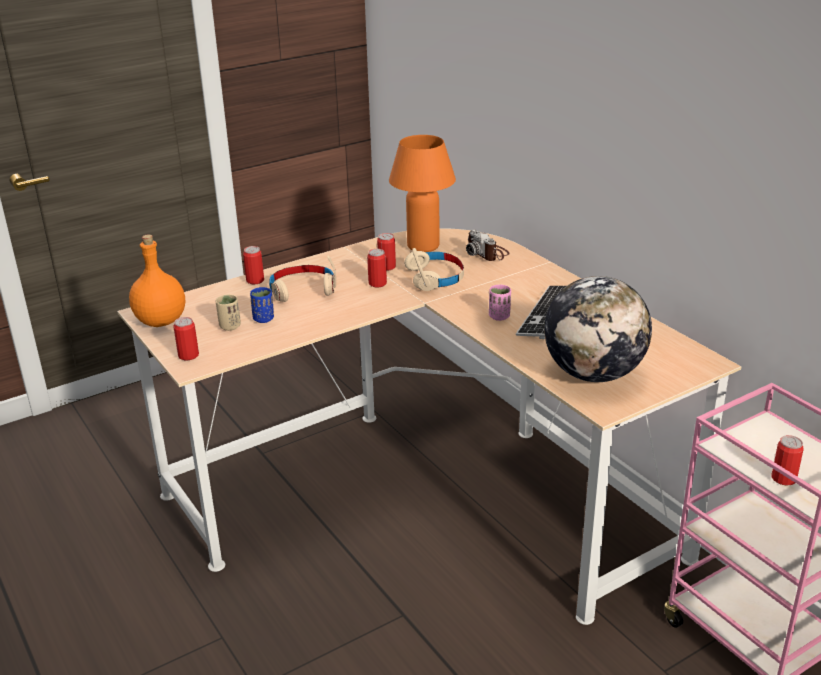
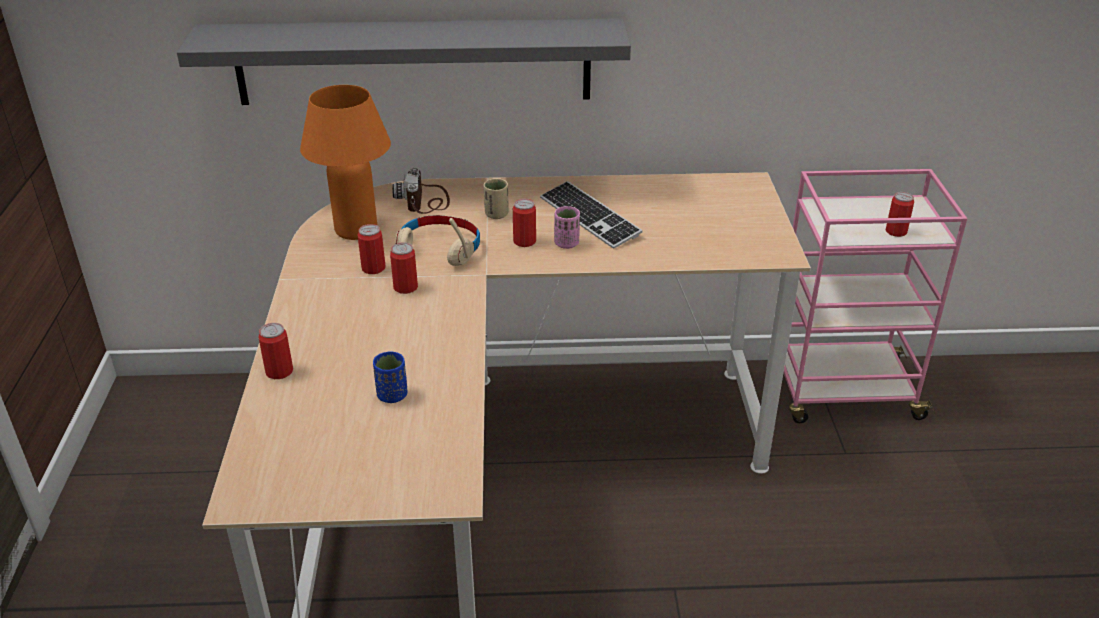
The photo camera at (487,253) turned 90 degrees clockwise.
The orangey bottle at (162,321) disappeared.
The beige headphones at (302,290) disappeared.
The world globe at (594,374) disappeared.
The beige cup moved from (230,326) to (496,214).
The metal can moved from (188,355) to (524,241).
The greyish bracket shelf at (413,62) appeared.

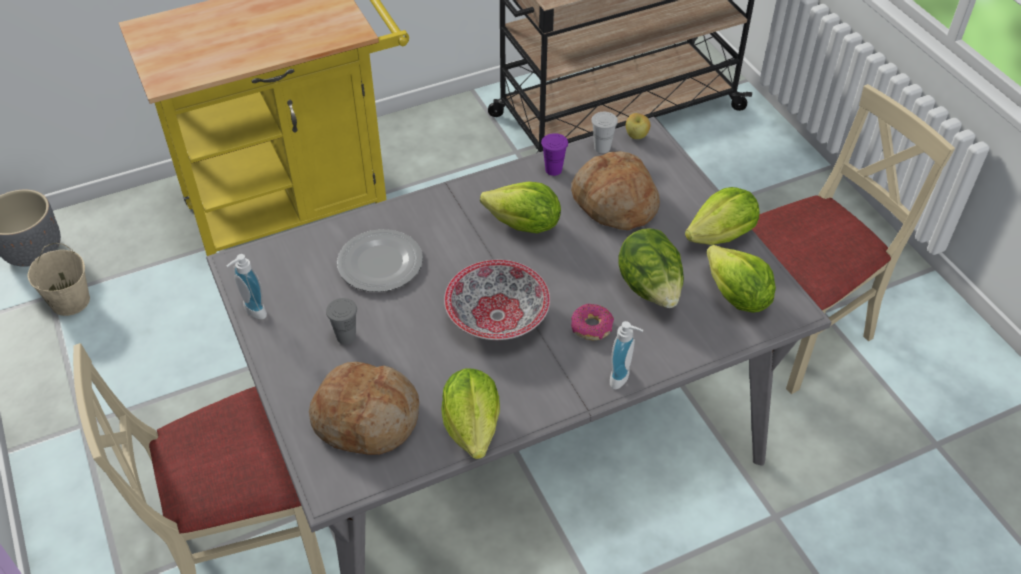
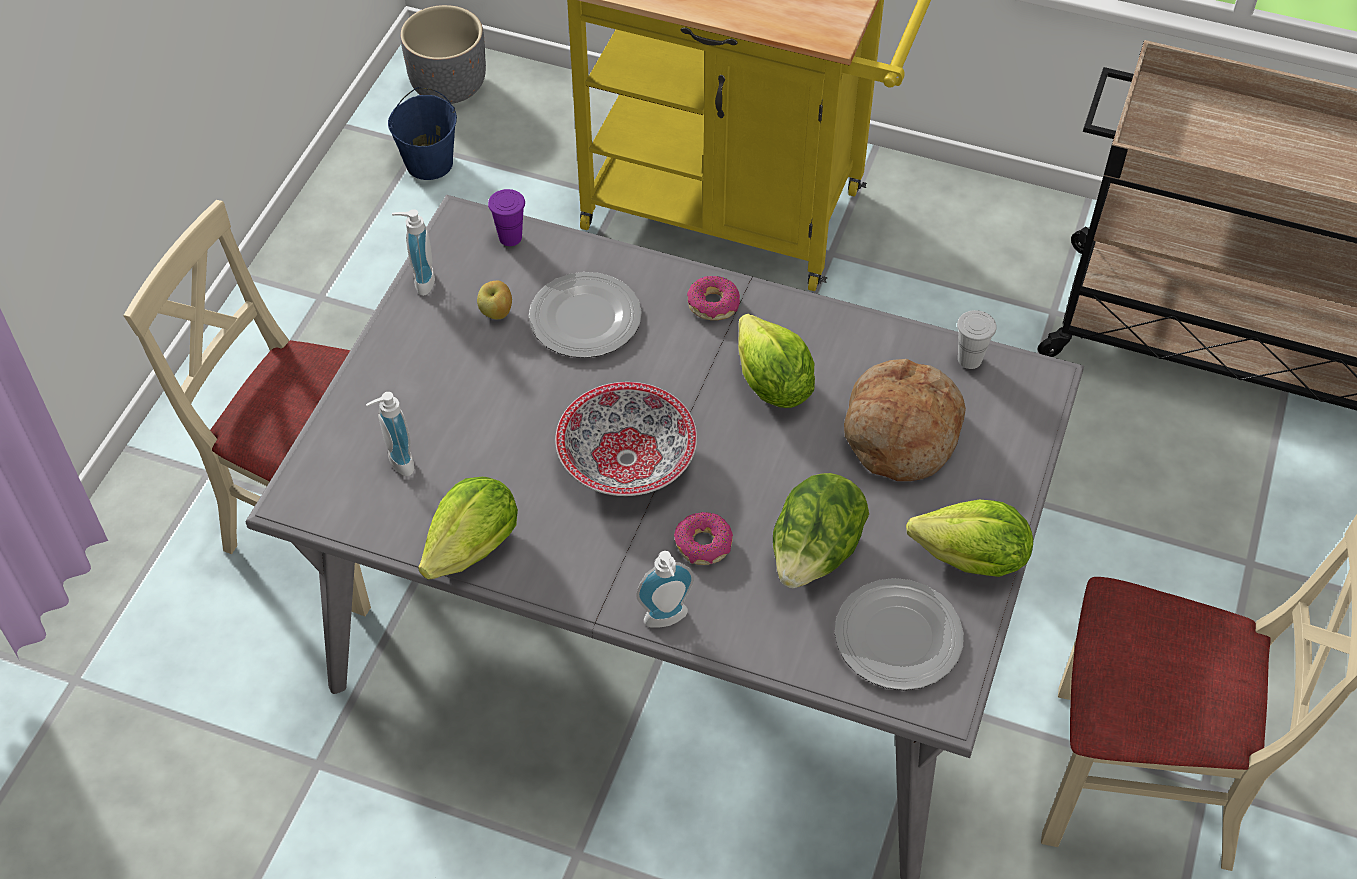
The apple moved from (636,136) to (497,313).
The purple-coloured cup moved from (553,170) to (510,237).
The beige pail at (70,301) became the bluish pail at (429,163).
The head of lettuce at (736,297) was replaced by the plate at (896,638).
The greyish cup at (346,337) disappeared.
The bakery bread at (367,418) was replaced by the liquid soap bottle at (396,462).
The donut at (713,304) appeared.

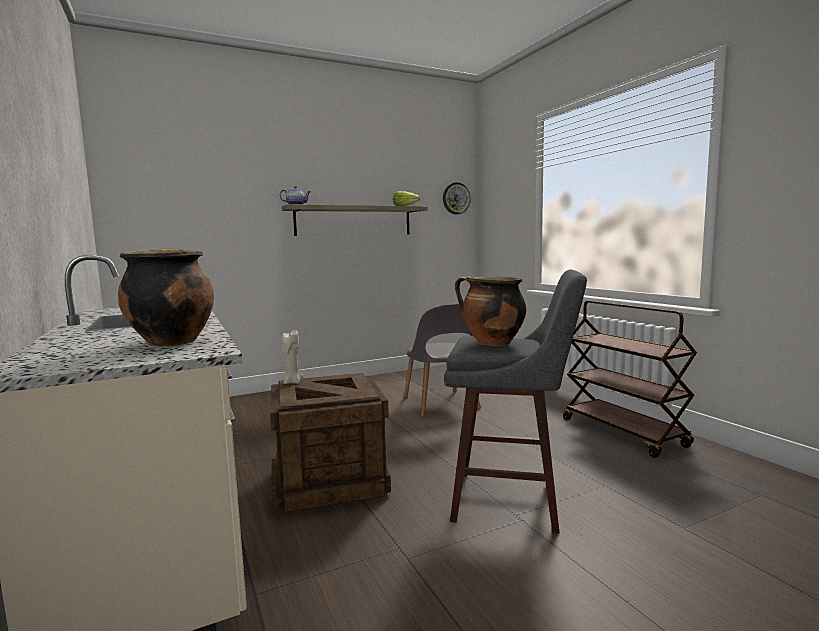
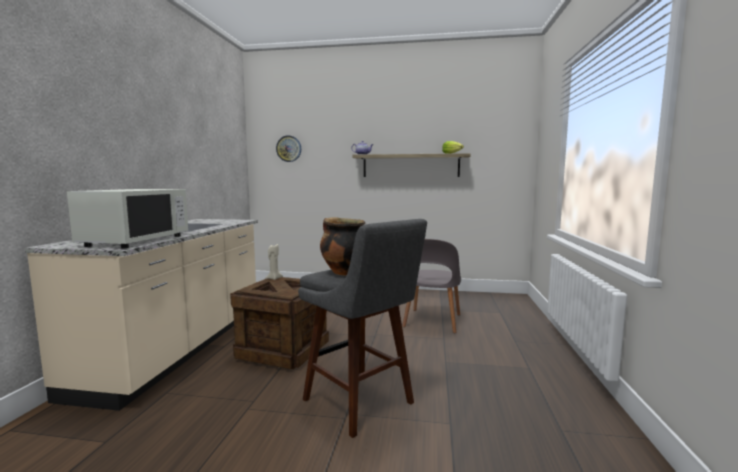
The hanging clock moved from (456,198) to (289,148).
The cooking pot at (171,342) was replaced by the whitish microwave at (136,240).
The brown-coloured trolley at (623,433) disappeared.

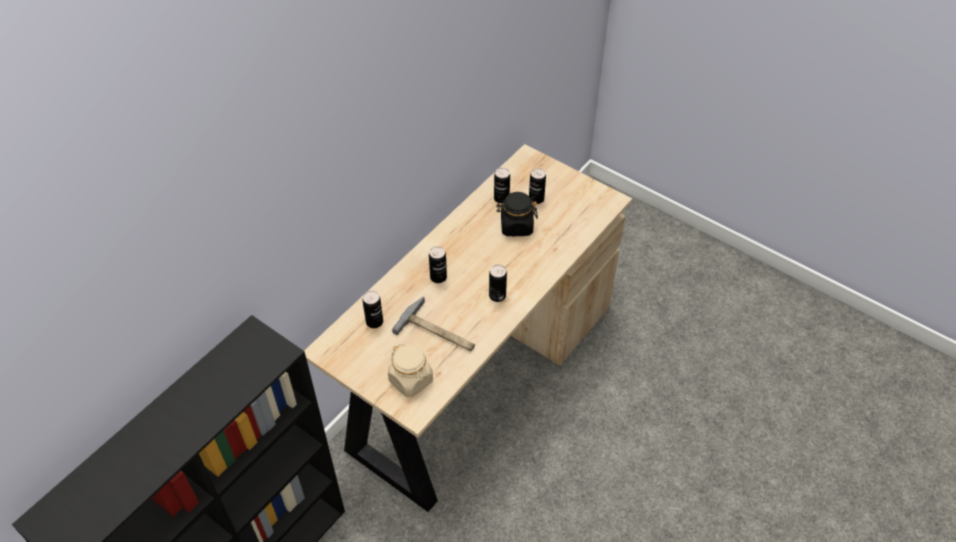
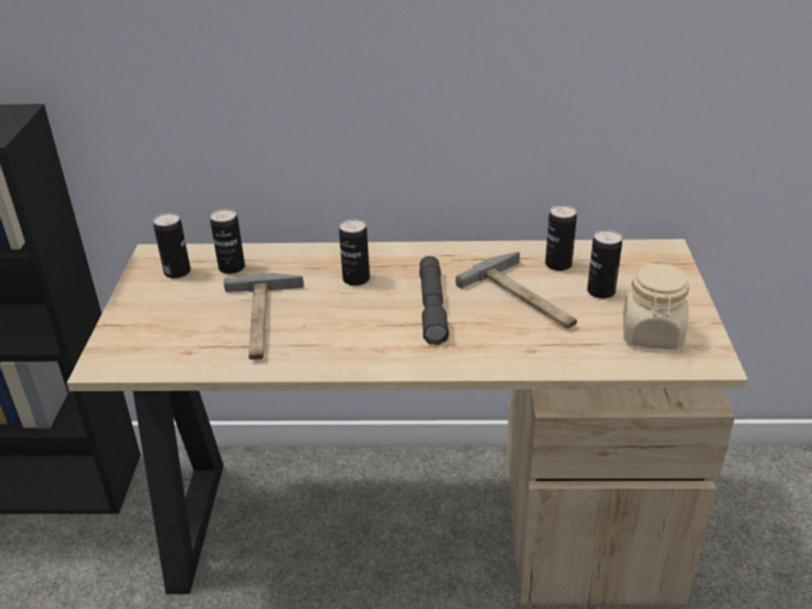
The black preserve jar at (516,226) was replaced by the tool hammer at (526,298).
The metal can moved from (497,295) to (177,272).
The beige preserve jar moved from (411,380) to (652,334).
The greyish torch at (432,307) appeared.

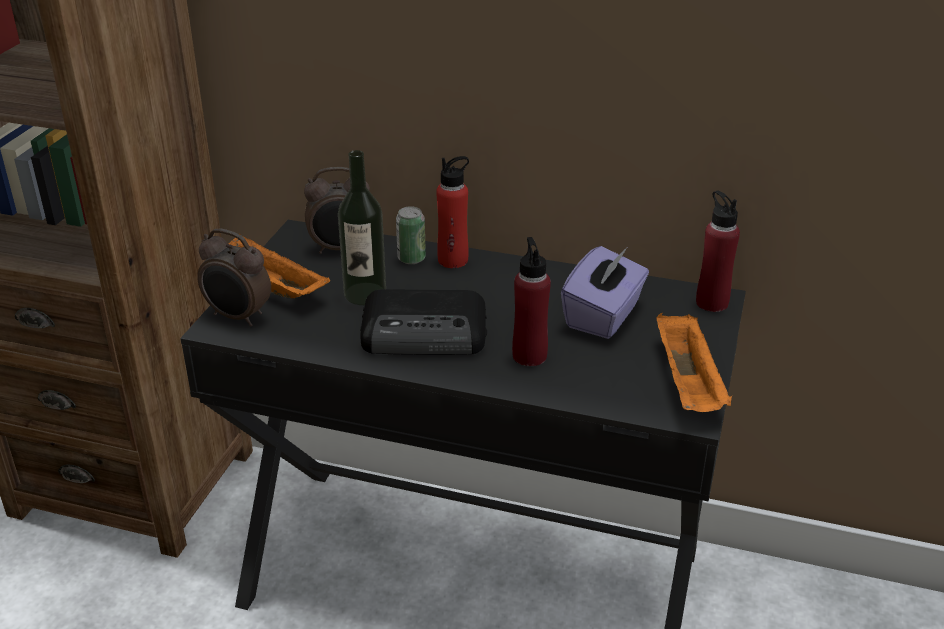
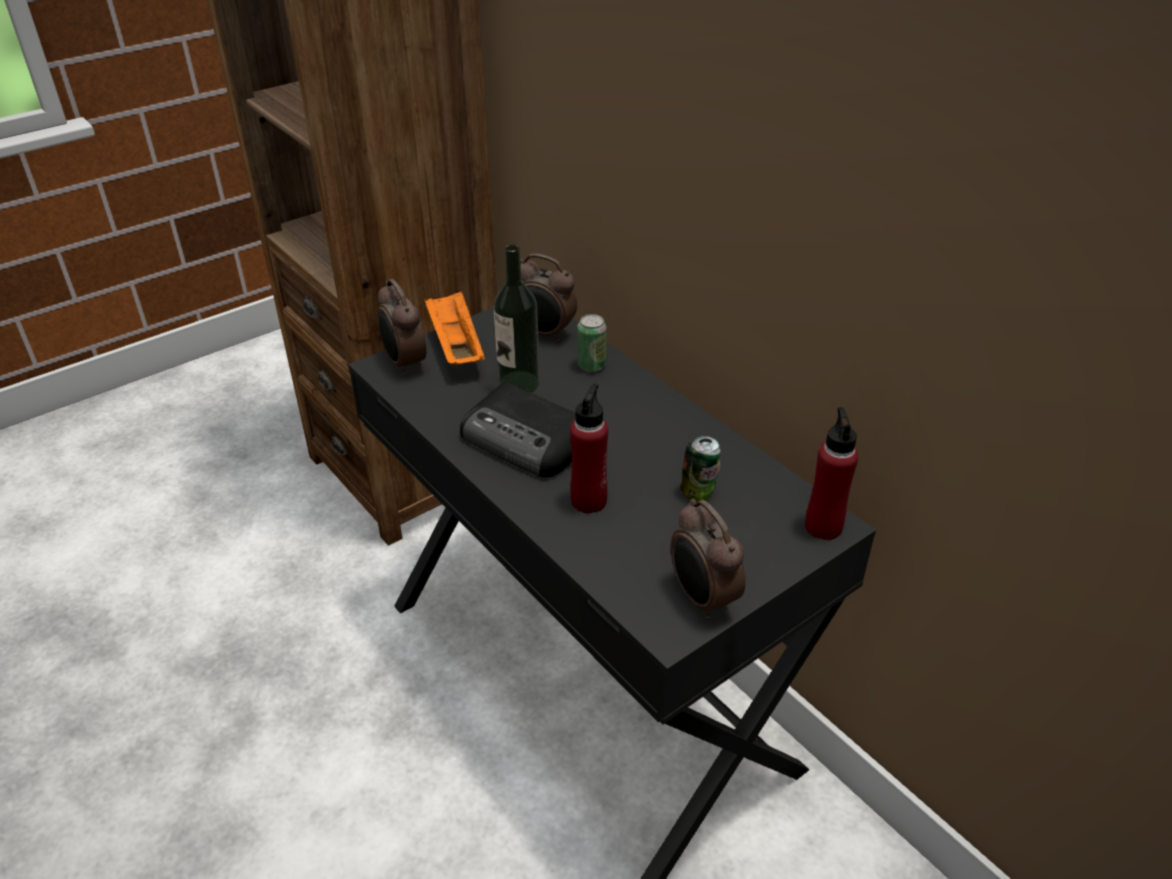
The red-coloured bottle at (453,260) disappeared.
The purple-coloured tissue holder at (603,316) was replaced by the metal can at (699,493).
The orangey serving tray at (688,384) was replaced by the bedside clock at (702,599).

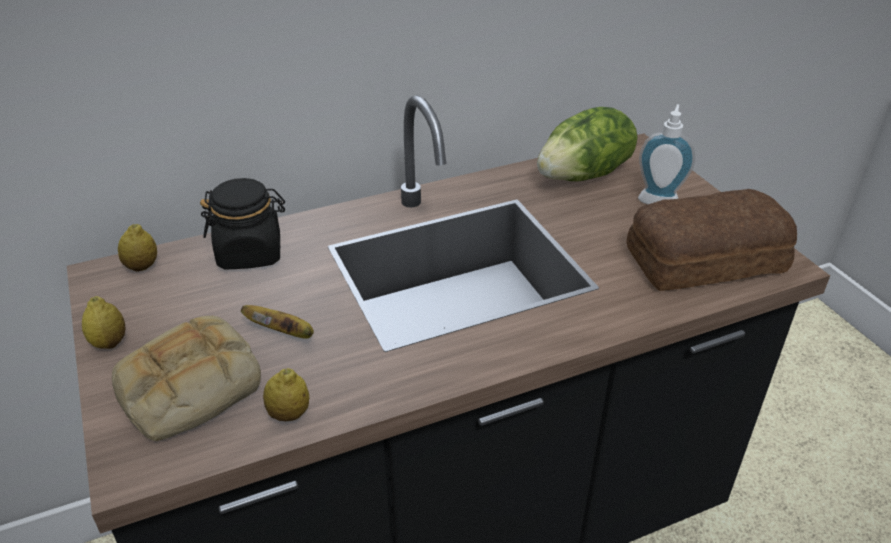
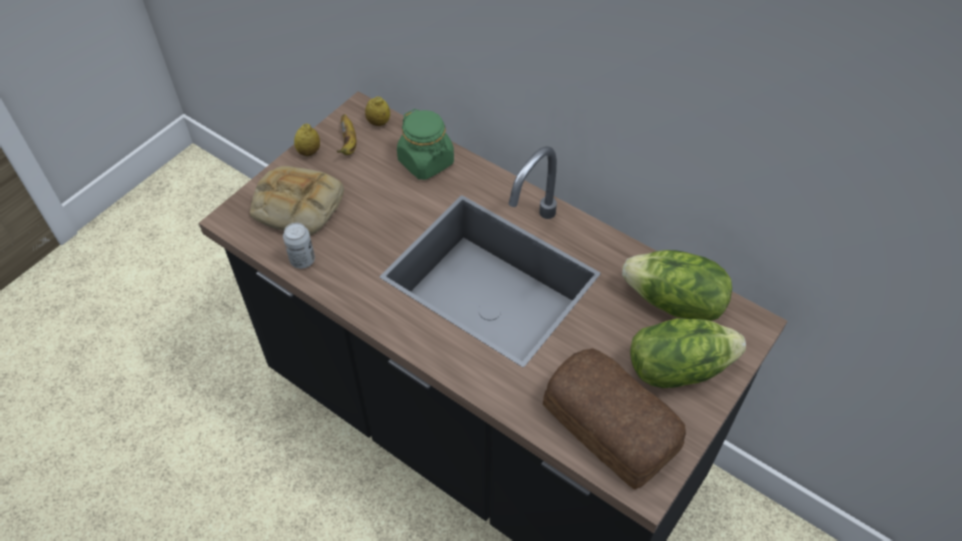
The liquid soap bottle at (659,199) was replaced by the head of lettuce at (677,367).
The black preserve jar at (250,253) became the green-coloured preserve jar at (426,162).
The whole banana moved from (283,333) to (348,143).
The whole lemon at (289,414) was replaced by the metal can at (302,260).

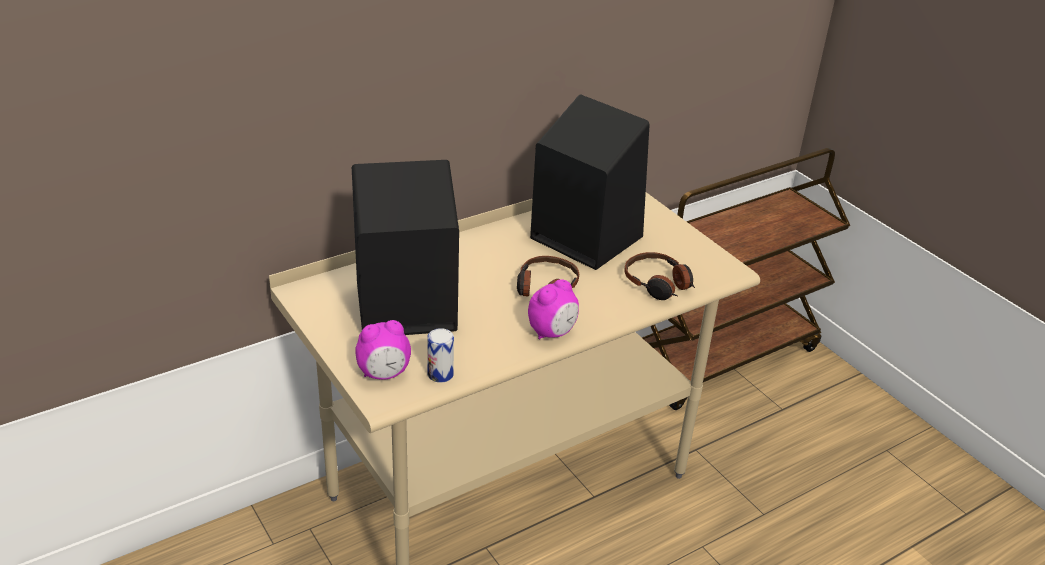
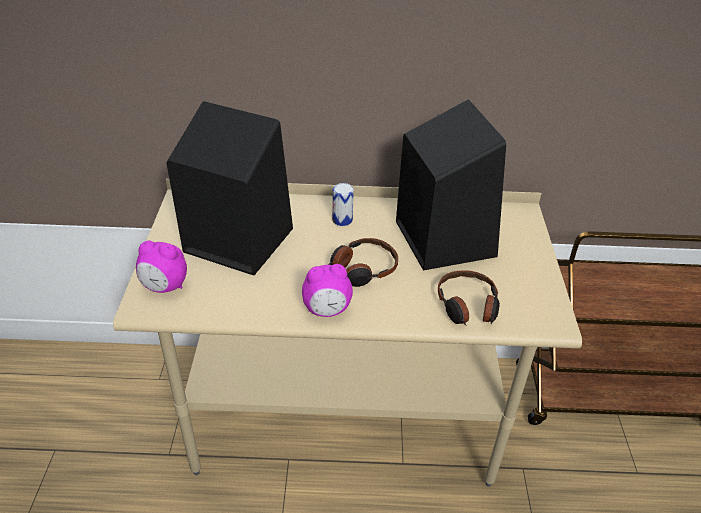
The metal can moved from (440,374) to (342,220).

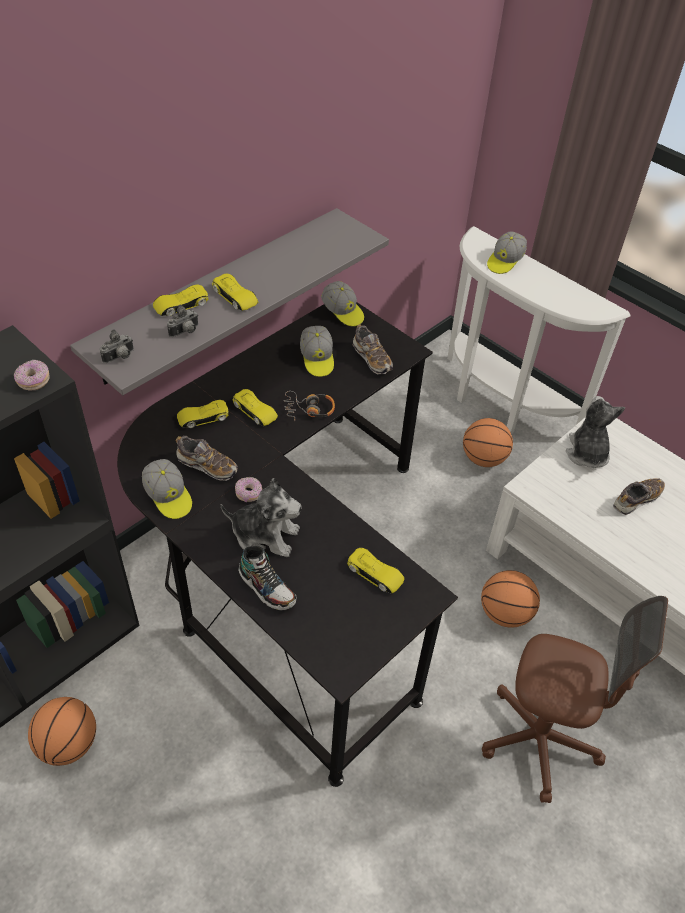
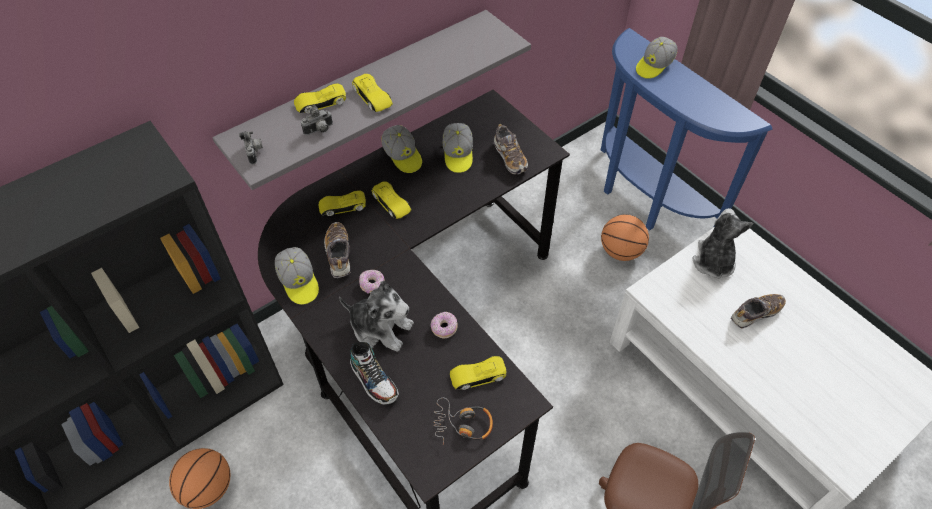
The whitish hall table at (499,406) became the bluish hall table at (643,200).
The peaked cap moved from (343,312) to (402,156).
The photo camera at (120,357) turned 75 degrees counterclockwise.
The donut moved from (33,381) to (444,328).
The headphones moved from (309,410) to (462,425).
The low shoe at (207,466) turned 135 degrees counterclockwise.
The yellowish miniature car at (375,573) turned 120 degrees clockwise.
The basketball at (505,613) disappeared.

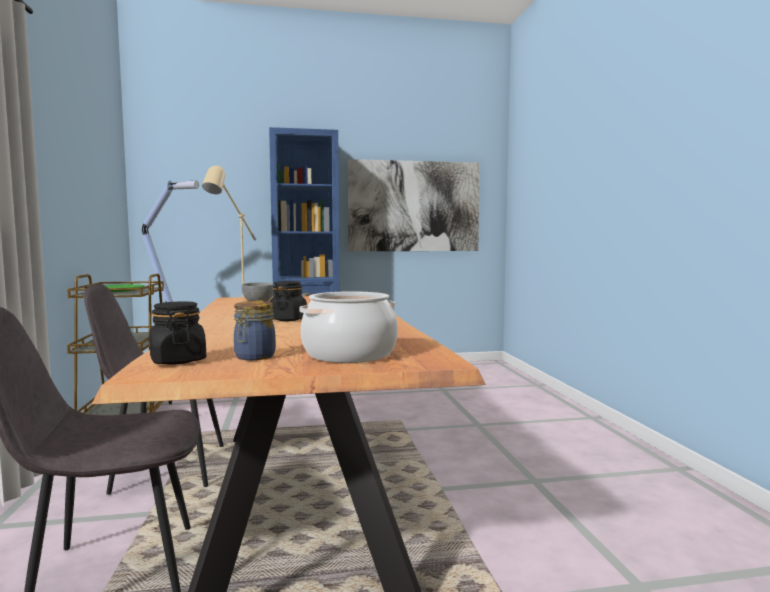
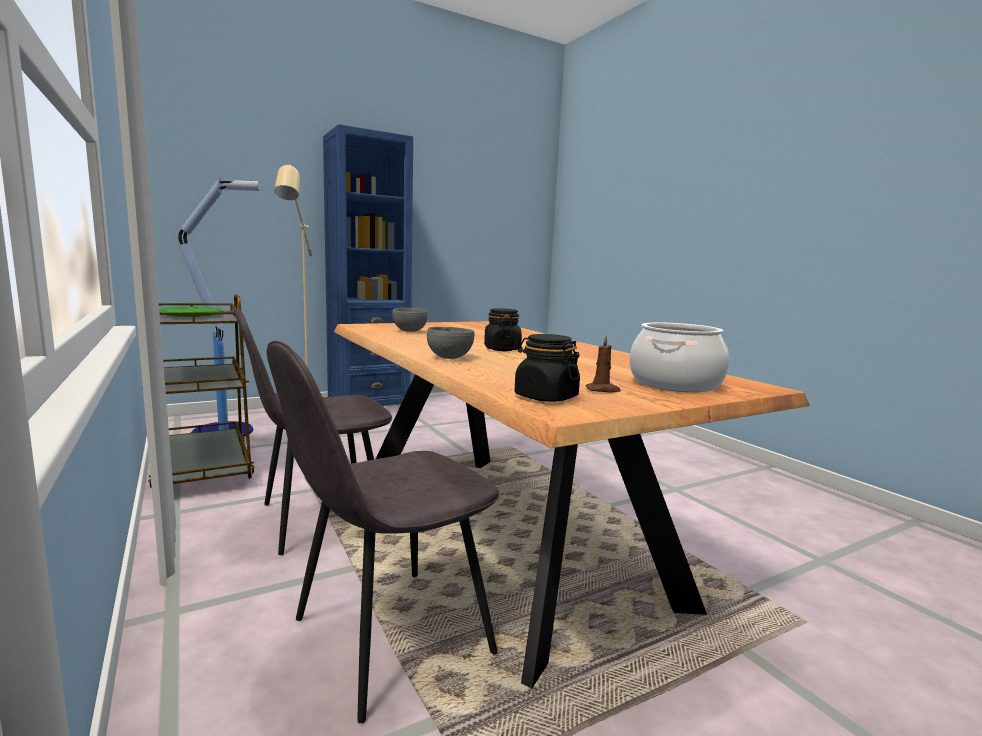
The wall picture at (414,206) disappeared.
The preserve jar at (254,357) was replaced by the brown-coloured candle at (603,390).
The greyish serving bowl at (449,358) appeared.

